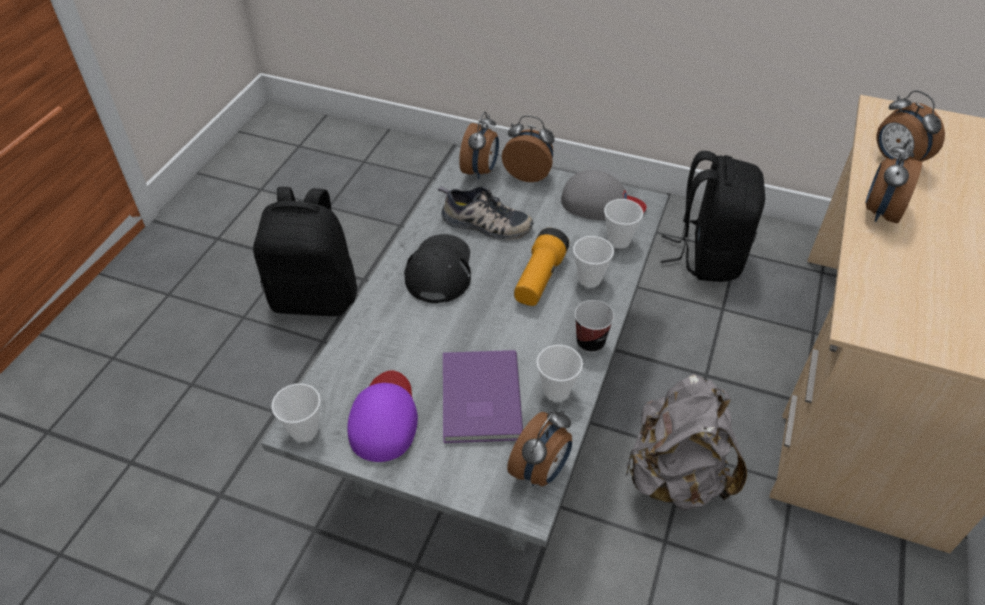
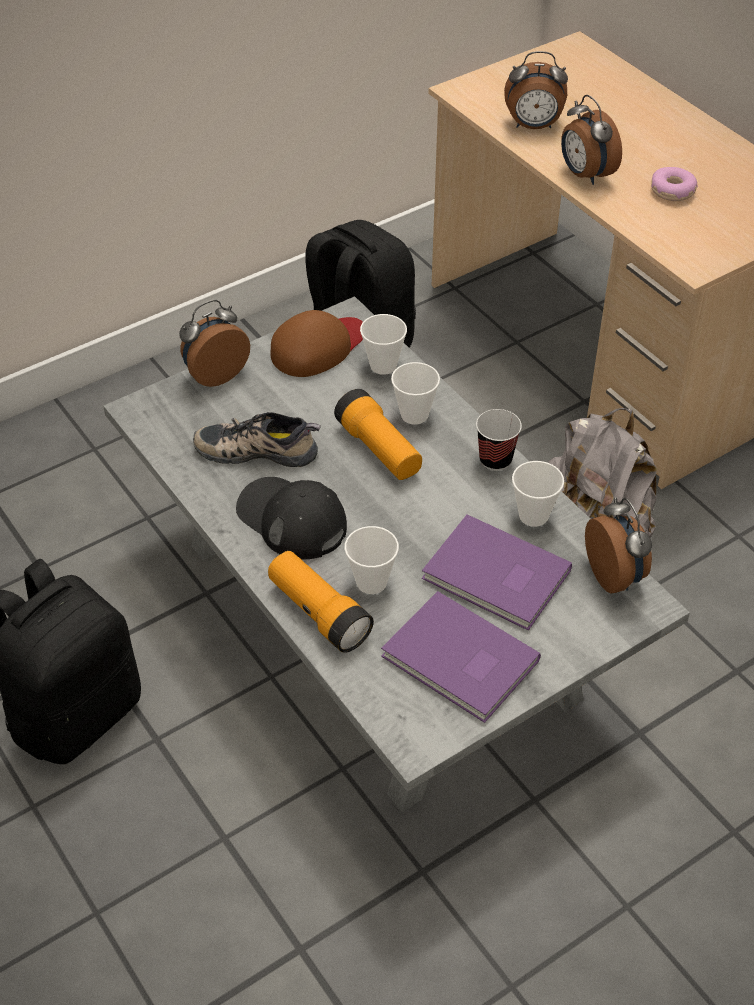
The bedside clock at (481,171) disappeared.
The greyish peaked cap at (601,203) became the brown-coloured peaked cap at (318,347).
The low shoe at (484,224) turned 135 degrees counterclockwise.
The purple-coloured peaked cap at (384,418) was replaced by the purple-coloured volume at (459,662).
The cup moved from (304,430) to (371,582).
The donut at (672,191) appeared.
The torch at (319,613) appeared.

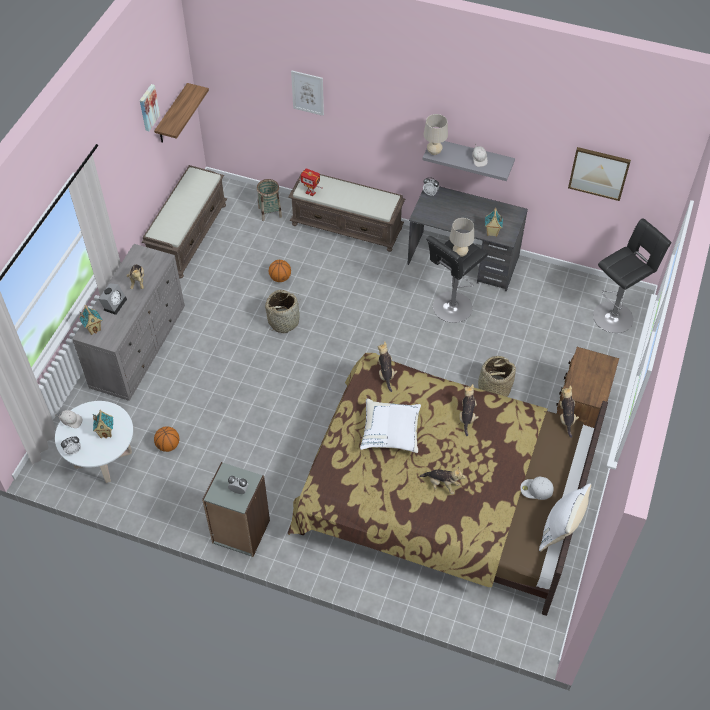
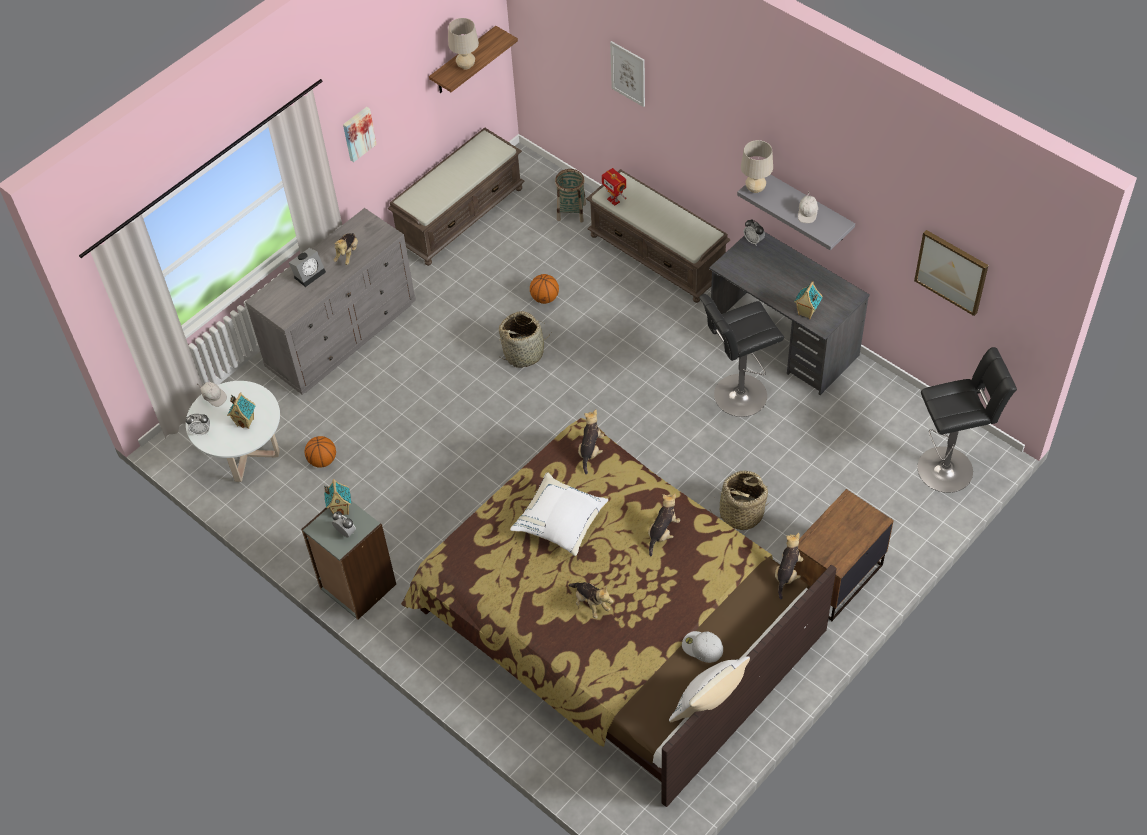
The wall picture moved from (148,107) to (358,133).
The beige tabletop lamp moved from (460,253) to (466,66).
The model house moved from (93,329) to (341,509).

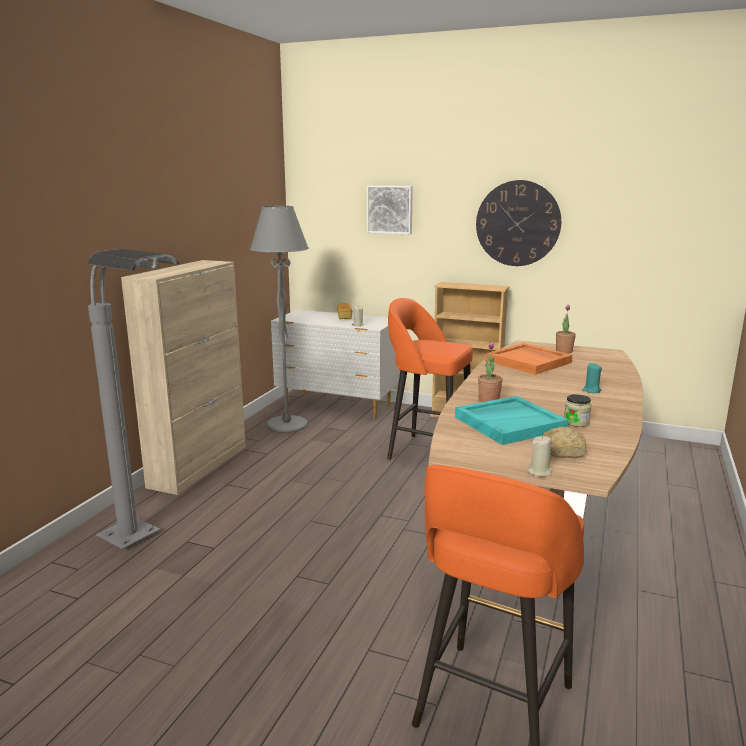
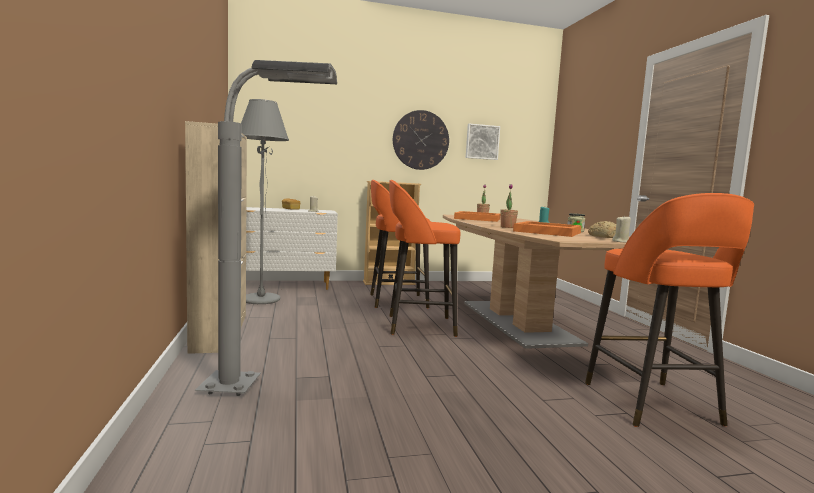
The wall picture moved from (390,209) to (482,142).
The turquoise-coloured serving tray at (509,423) became the orangey serving tray at (547,232).
The orangey stool at (418,325) appeared.

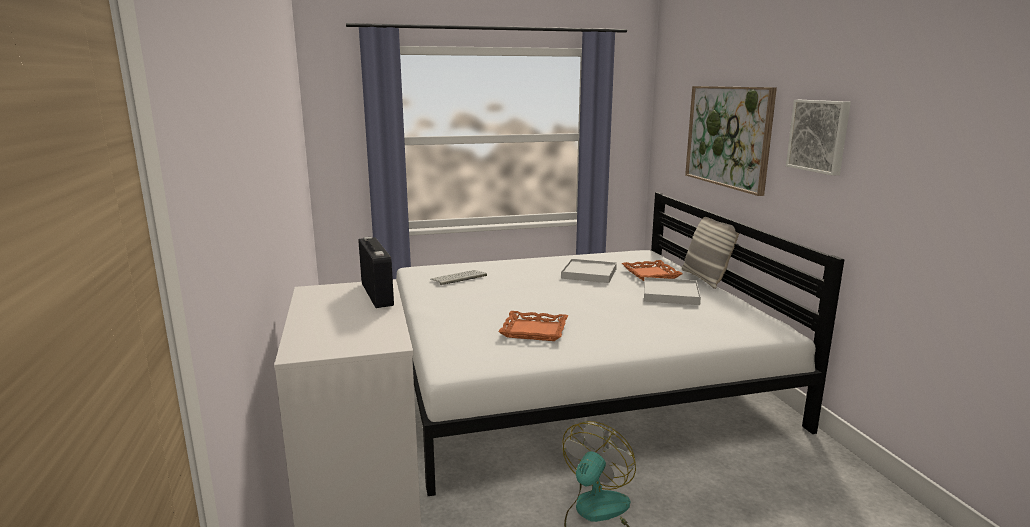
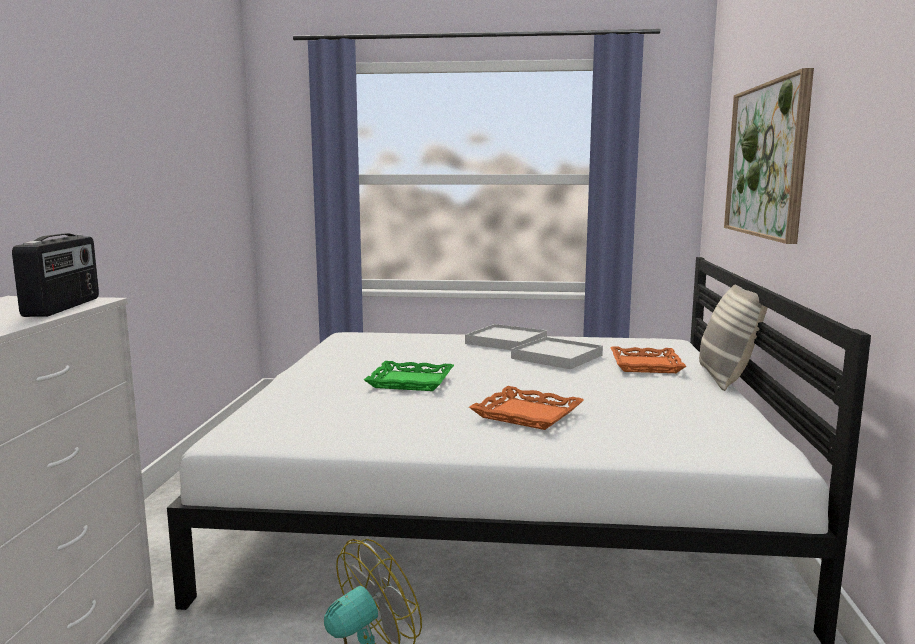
The wall picture at (819,136) disappeared.
The keyboard at (458,278) disappeared.
The whitish serving tray moved from (670,294) to (506,341).
The orangey serving tray moved from (534,331) to (526,414).
The green-coloured serving tray at (410,382) appeared.

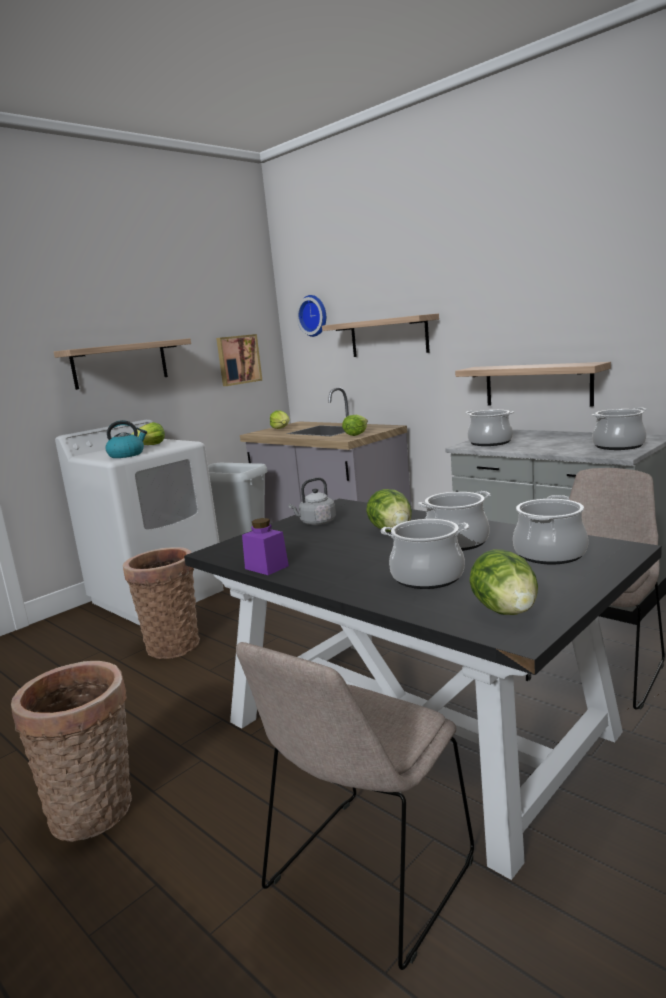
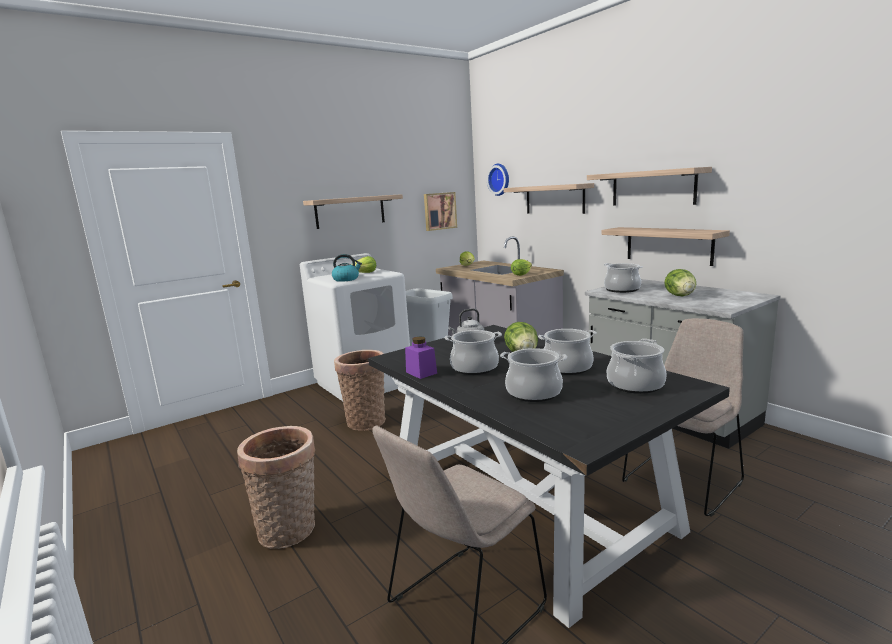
The cooking pot moved from (618,446) to (474,368).
The head of lettuce moved from (506,611) to (680,296).
The bracket shelf at (652,188) appeared.

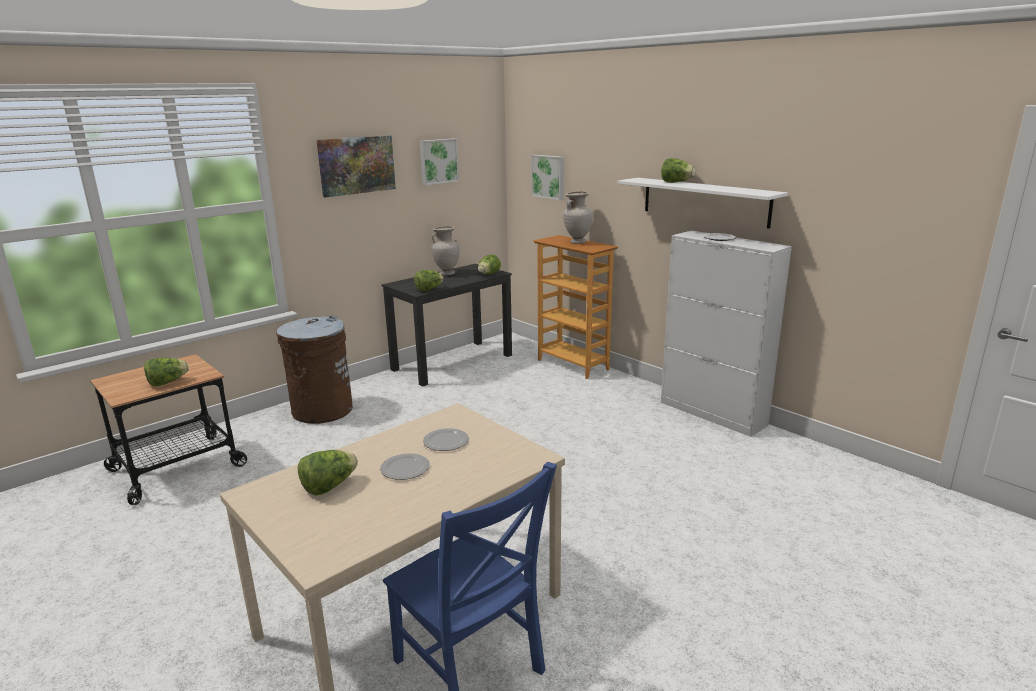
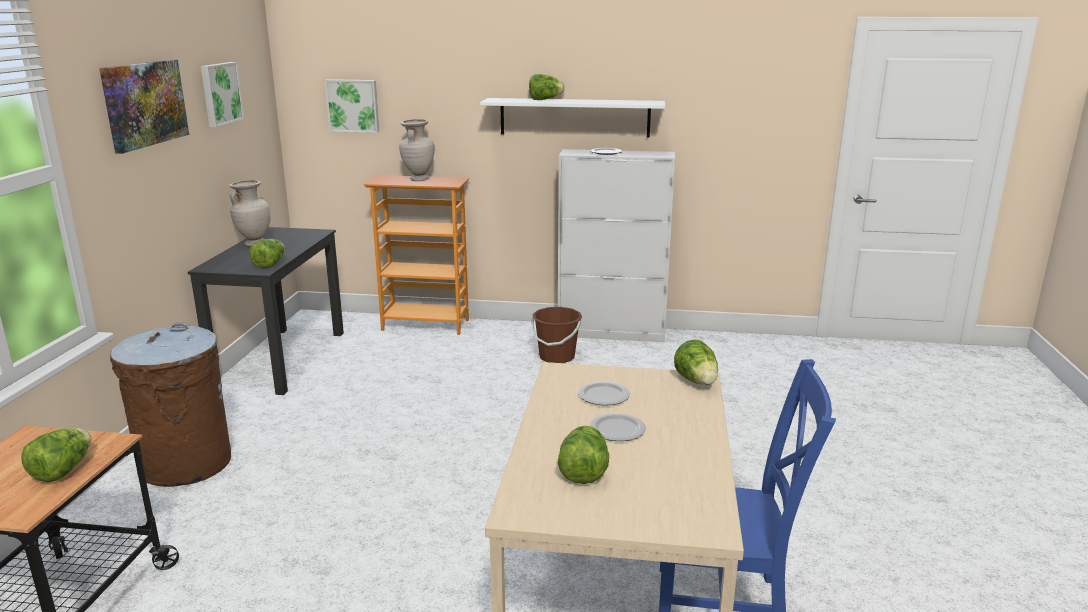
The head of lettuce moved from (488,274) to (697,382).
The brown-coloured pail at (556,357) appeared.

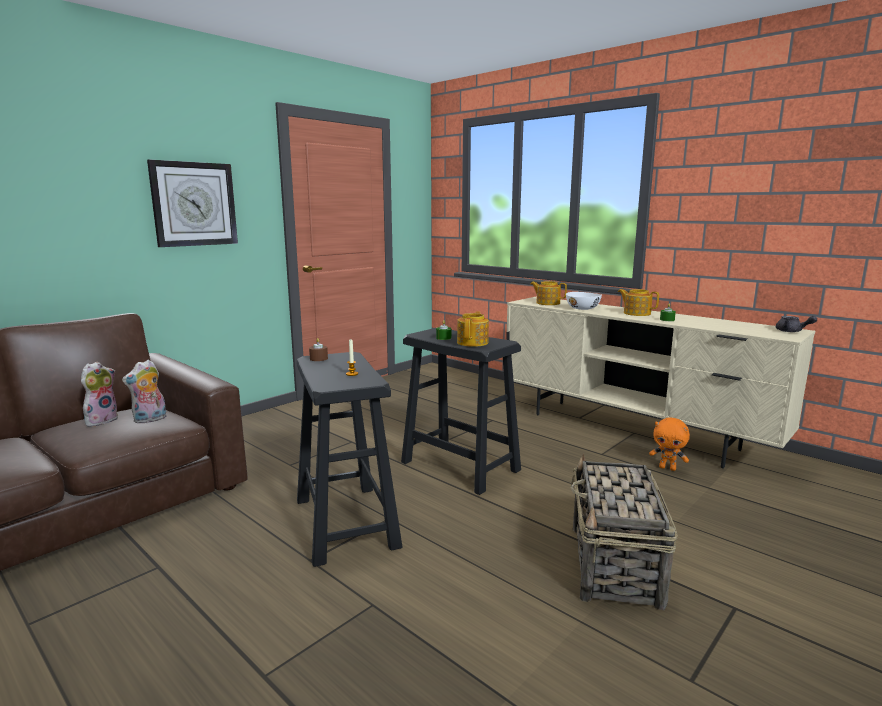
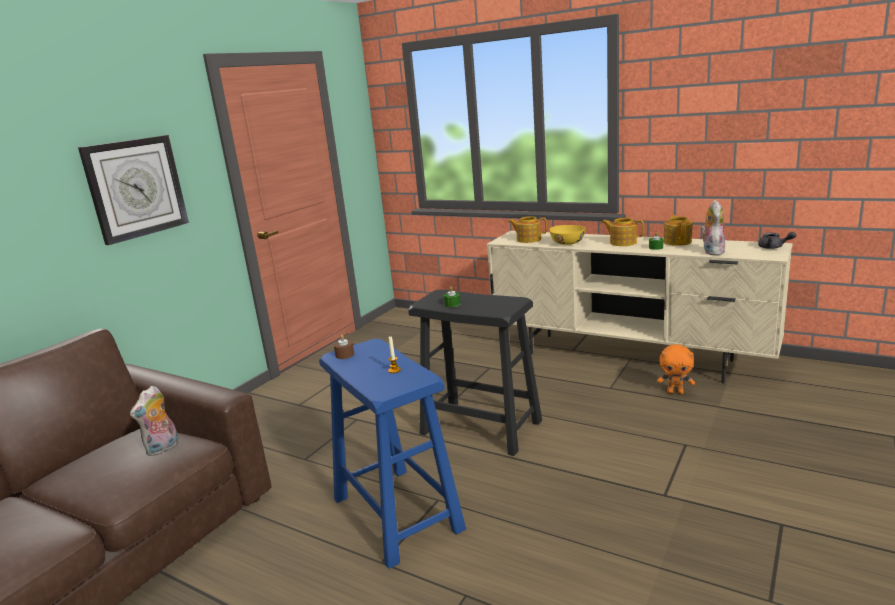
The whitish serving bowl at (583,309) became the yellowish serving bowl at (568,243).
The pot for tea moved from (473,342) to (677,242).
The black stool at (345,522) became the bluish stool at (396,513).
The plush toy moved from (102,420) to (711,251).
The basket at (614,566) disappeared.

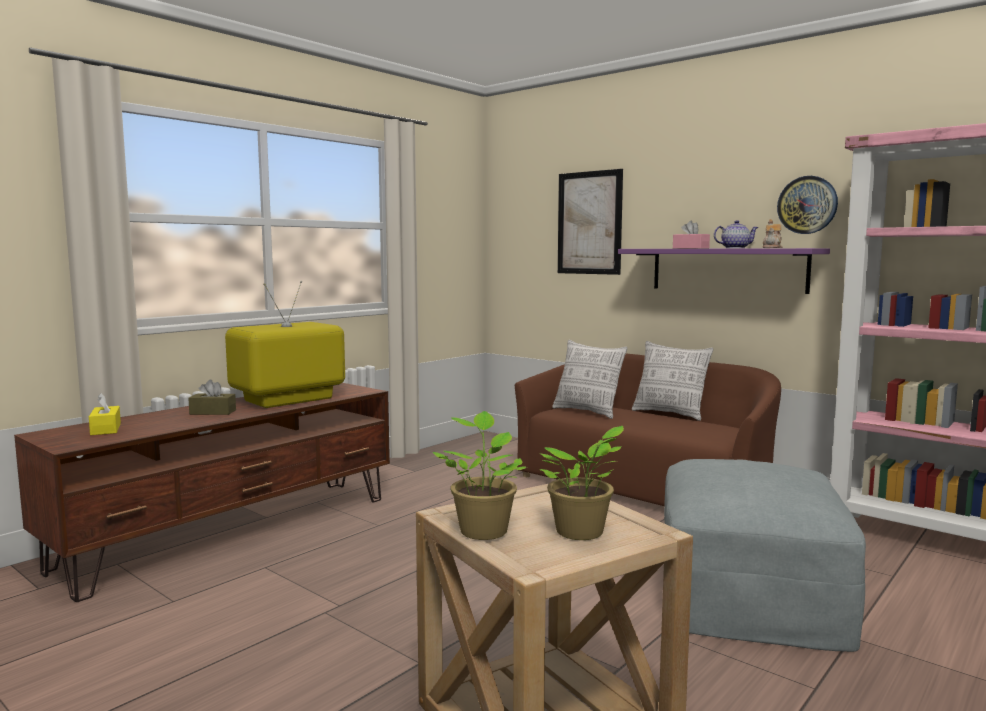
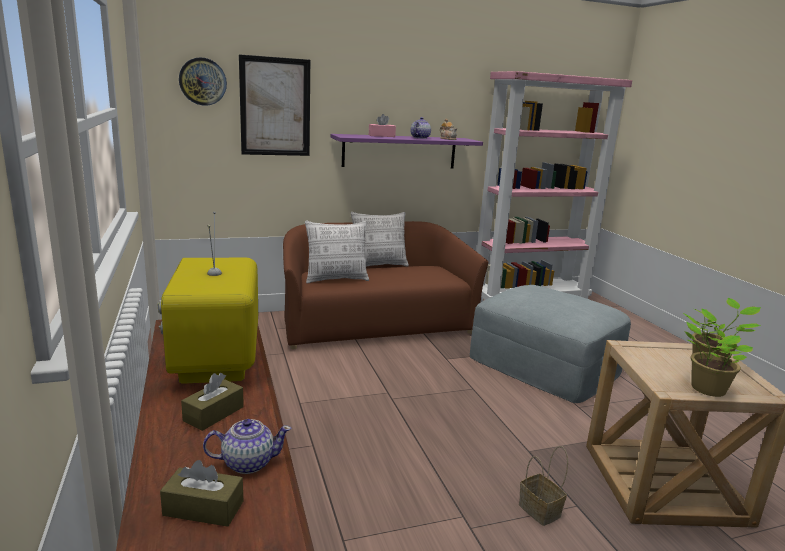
The hanging clock moved from (807,205) to (203,81).
The yellowish tissue holder at (106,429) became the brown-coloured tissue holder at (203,508).
The pot for tea at (247,462) appeared.
The basket at (541,511) appeared.

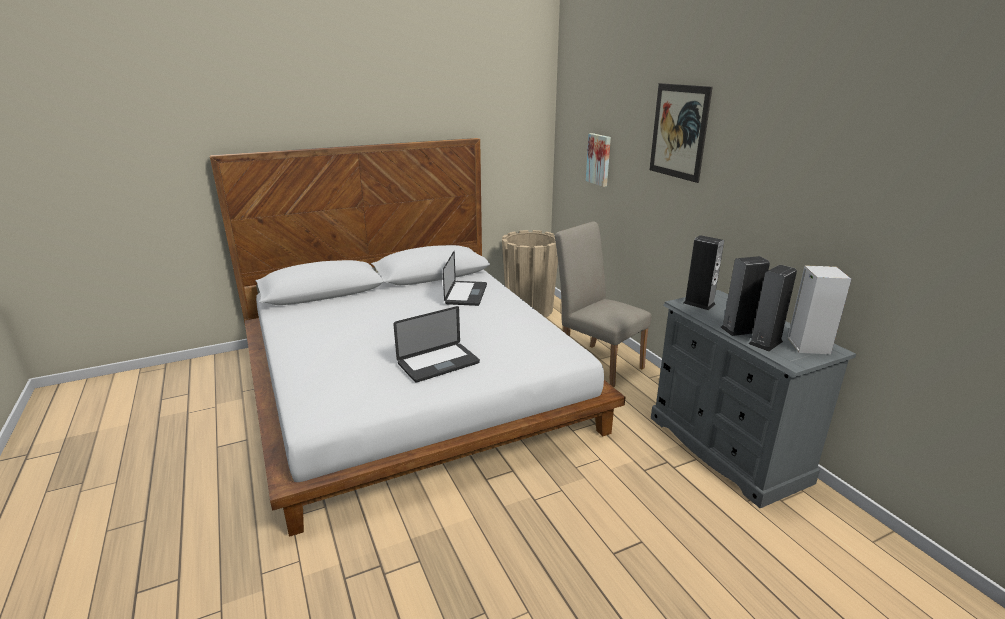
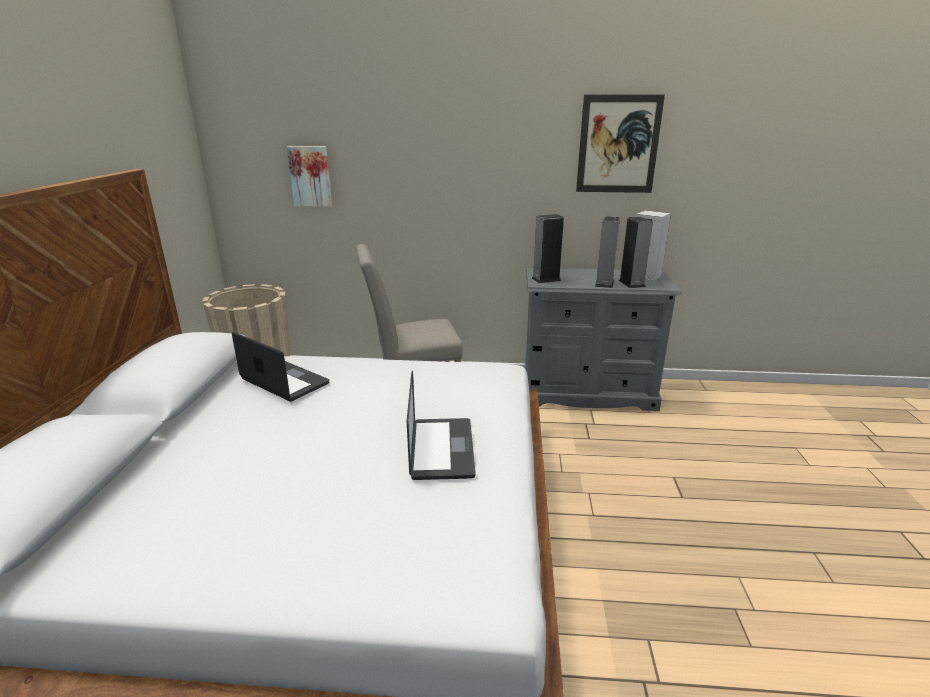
The wall picture moved from (679,131) to (618,144).

